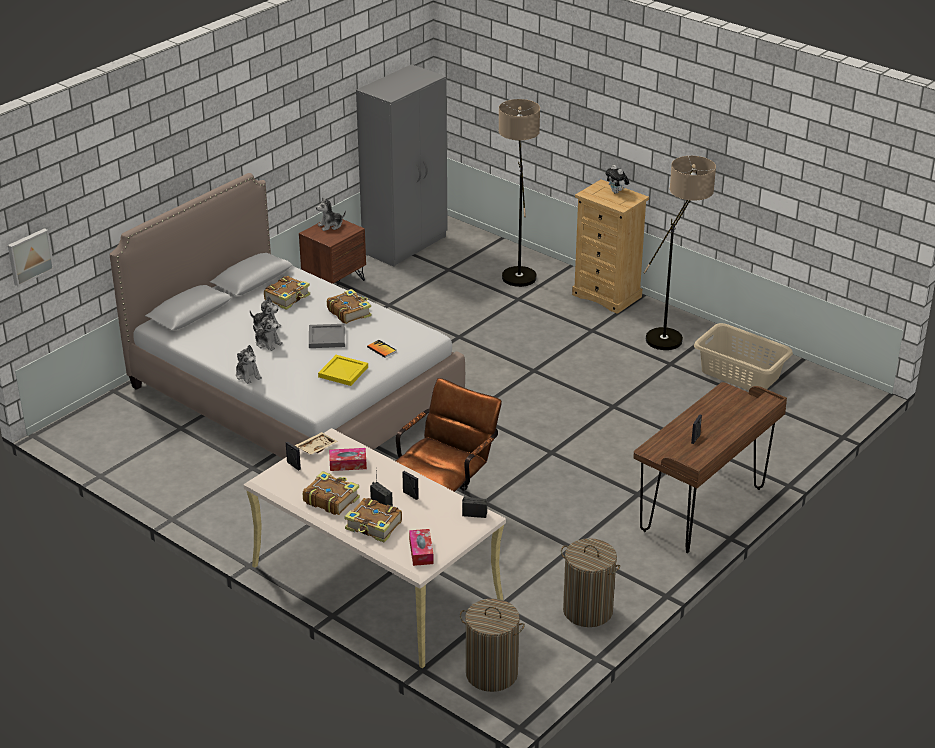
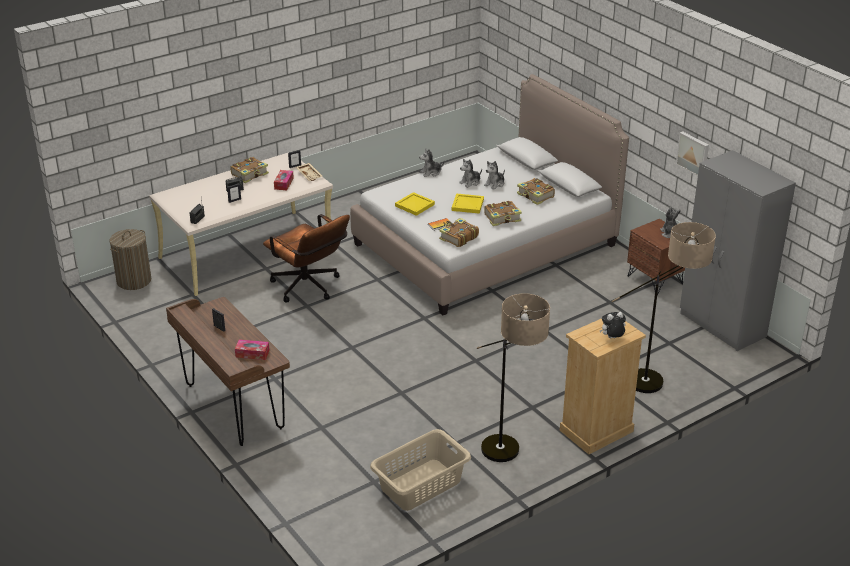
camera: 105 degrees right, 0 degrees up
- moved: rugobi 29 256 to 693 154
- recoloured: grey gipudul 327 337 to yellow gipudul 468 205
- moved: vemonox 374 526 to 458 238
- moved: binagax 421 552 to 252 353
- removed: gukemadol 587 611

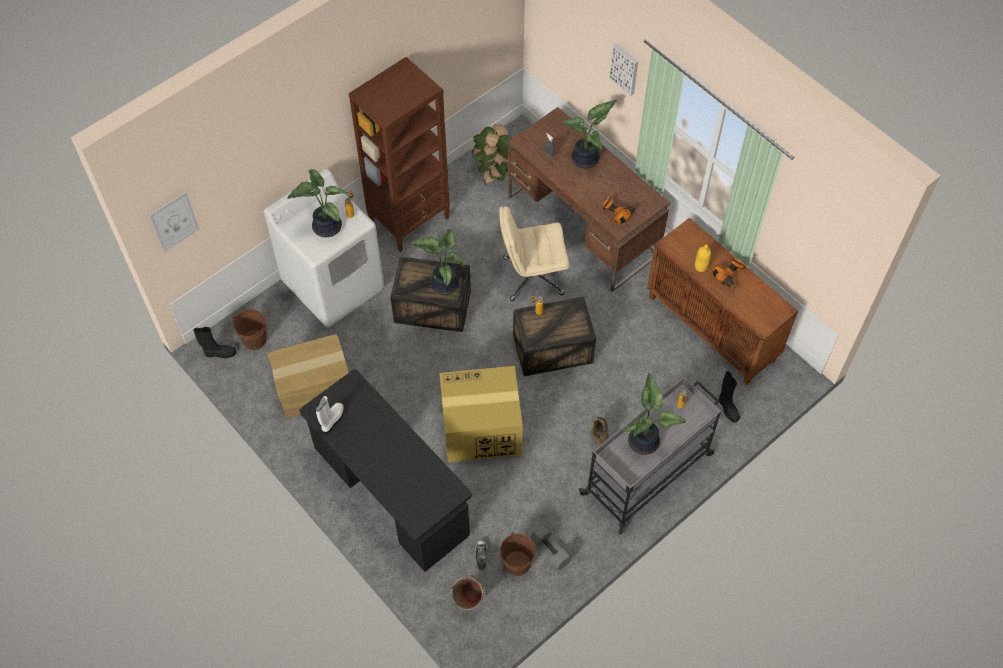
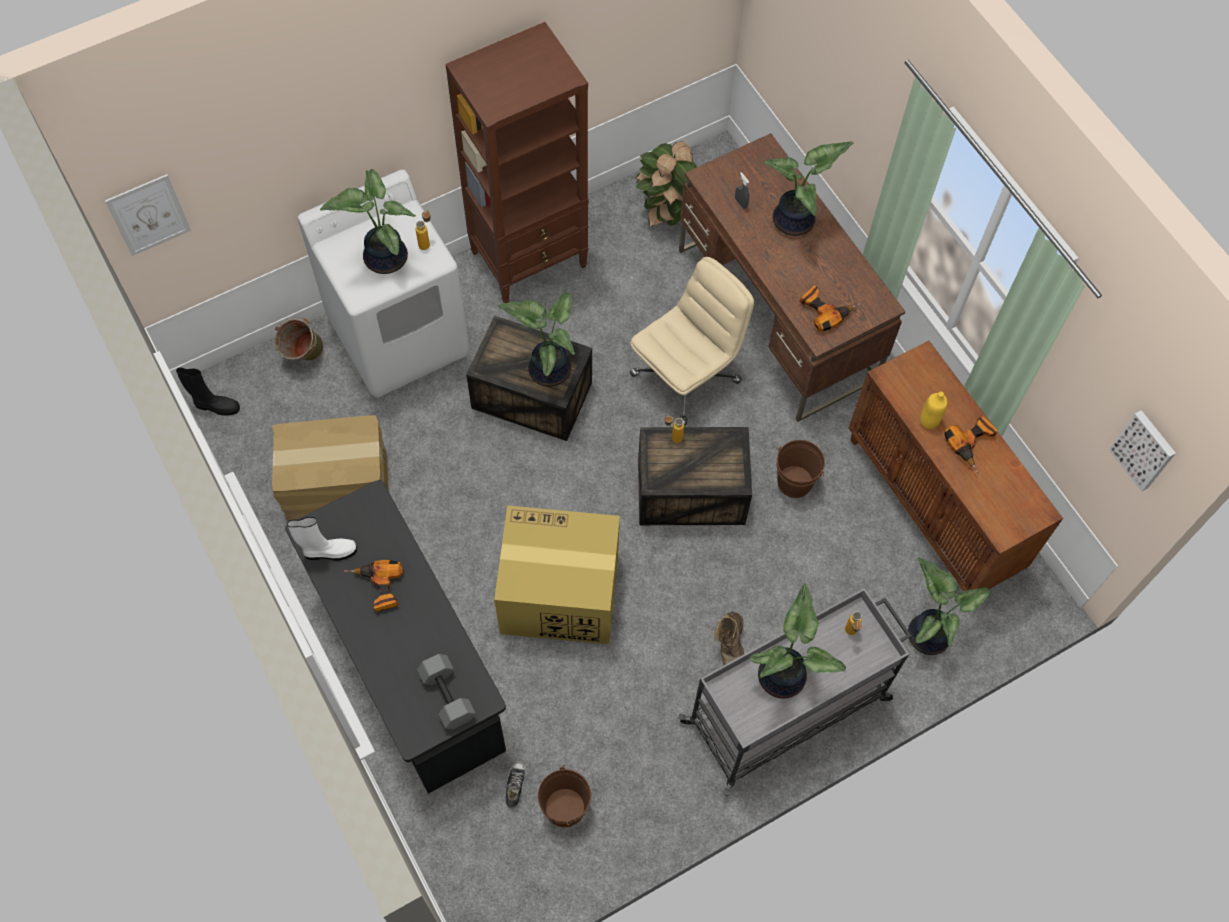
camera: 10 degrees right, 5 degrees up
- moved: rugobi 625 68 to 1144 449
- turned: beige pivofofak 532 276 = 686 376 135 degrees clockwise
- moved: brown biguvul 254 339 to 794 482
- replaced: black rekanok 727 408 to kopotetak 928 633
- turned: white rekanok 332 420 = 329 552 45 degrees clockwise
- moved: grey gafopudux 551 550 to 448 696
- moved: green biguvul 469 601 to 303 357
- added: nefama 378 588

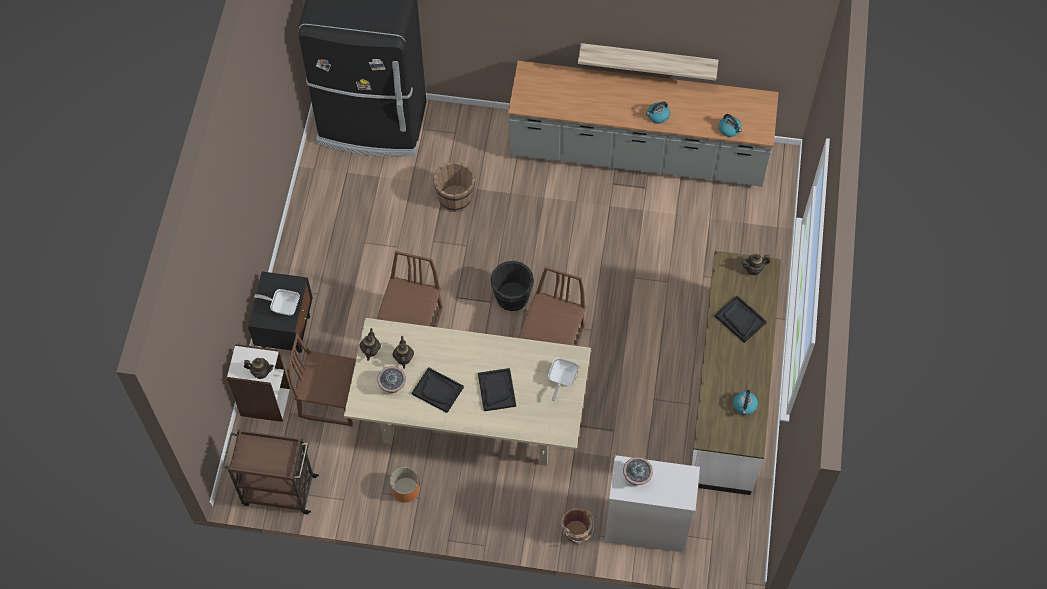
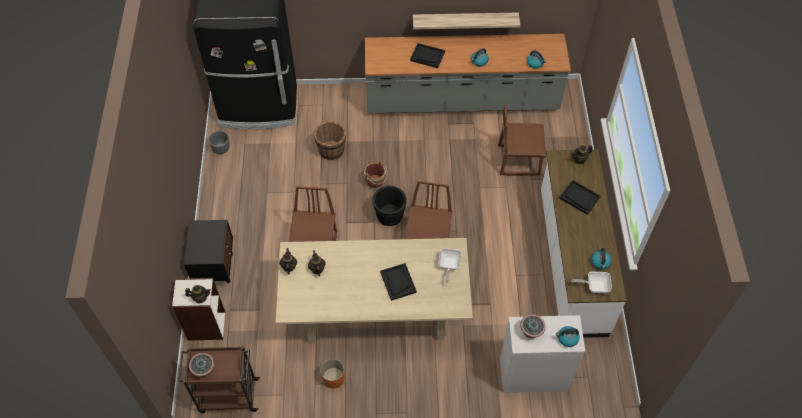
camera: 10 degrees left, 5 degrees down
- moved: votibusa 283 306 to 594 286
- moved: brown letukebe 331 398 to 518 160
- moved: kopotetak 392 386 to 204 370
- moved: black gipudul 438 390 to 427 56
- moved: brown biguvul 577 532 to 376 182
- added: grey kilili 221 149
- added: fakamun 567 338

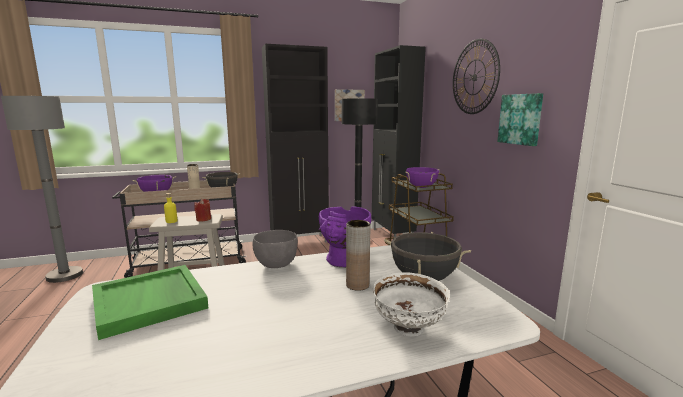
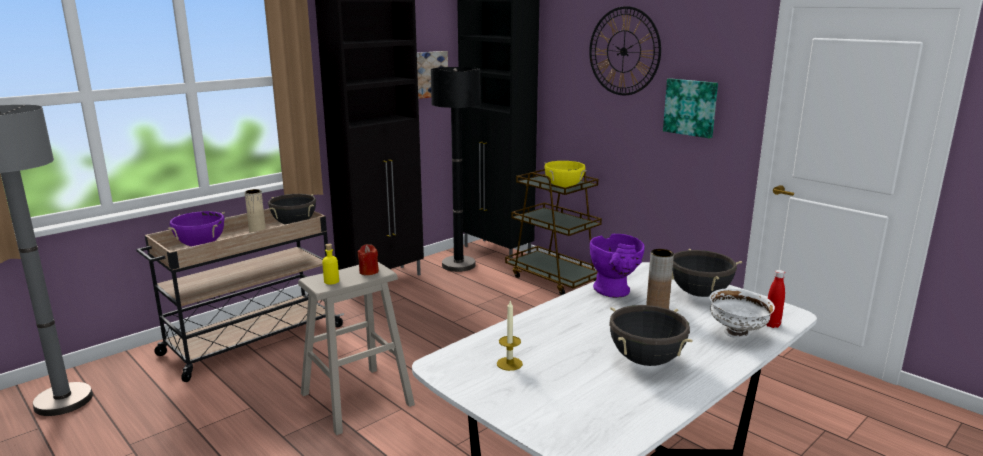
camera: 25 degrees left, 5 degrees up
- recoloured: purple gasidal 421 187 to yellow gasidal 564 187
- removed: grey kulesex 276 265
- replaced: green gipudul 150 302 to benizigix 509 363
- added: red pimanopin 772 325
- added: black gasidal 646 360

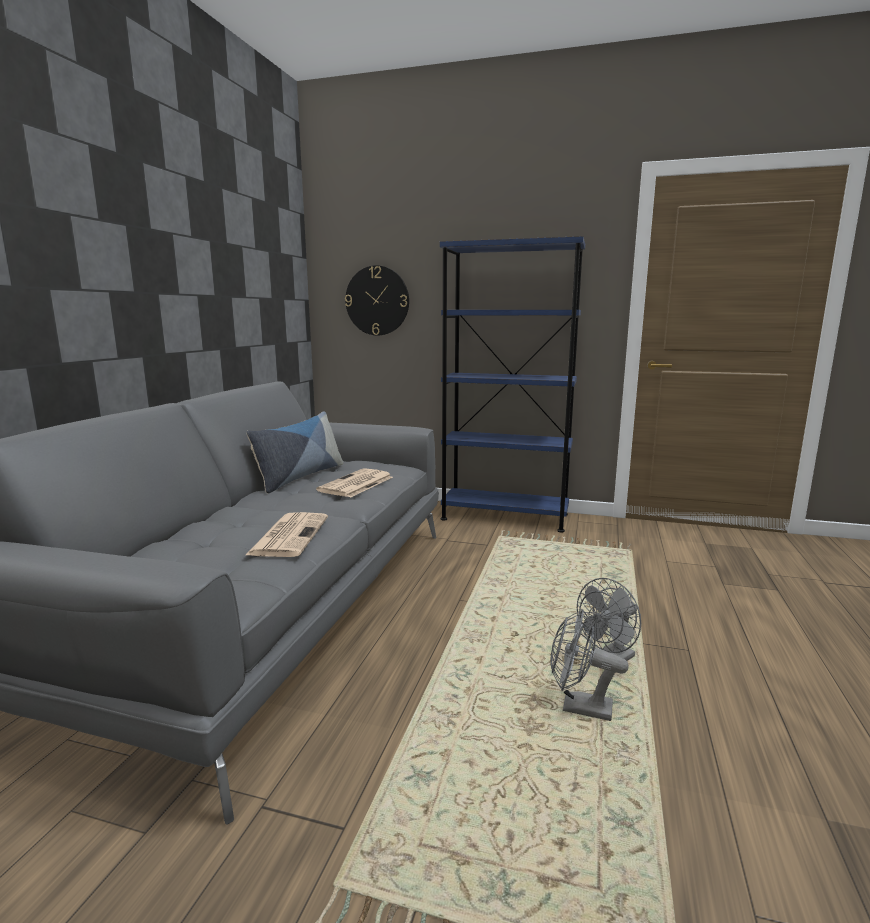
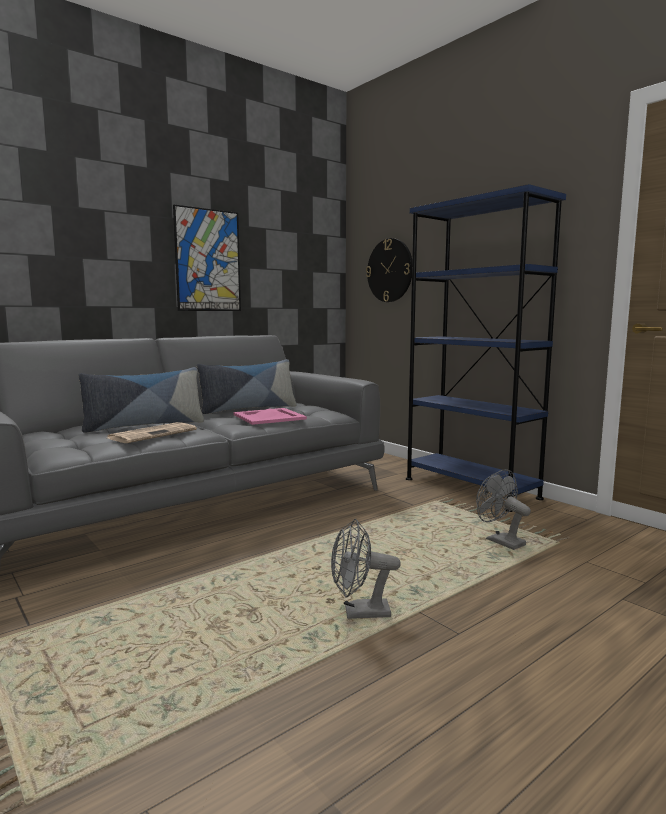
camera: 35 degrees right, 5 degrees down
- replaced: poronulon 356 484 to pink gipudul 269 417
- moved: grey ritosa 578 707 to 500 541
- added: rugobi 208 260
- added: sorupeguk 144 425

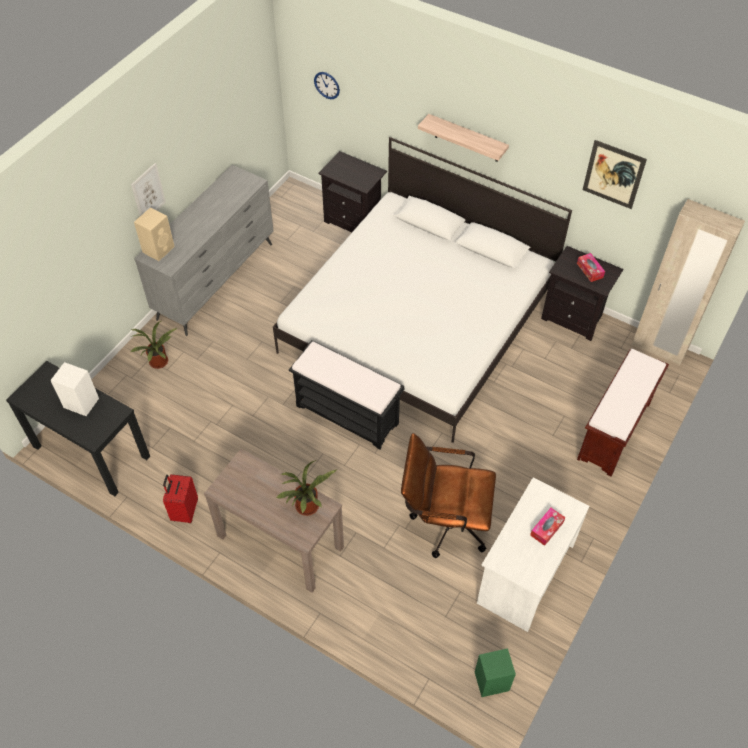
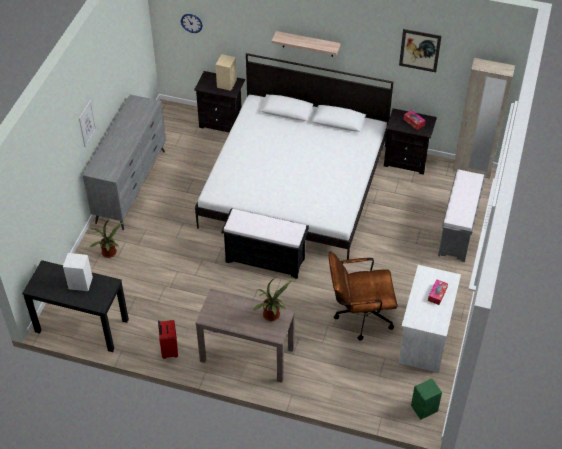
camera: 15 degrees left, 5 degrees down
- moved: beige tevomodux 159 249 to 227 83
- recoloured: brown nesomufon 614 432 to grey nesomufon 458 232

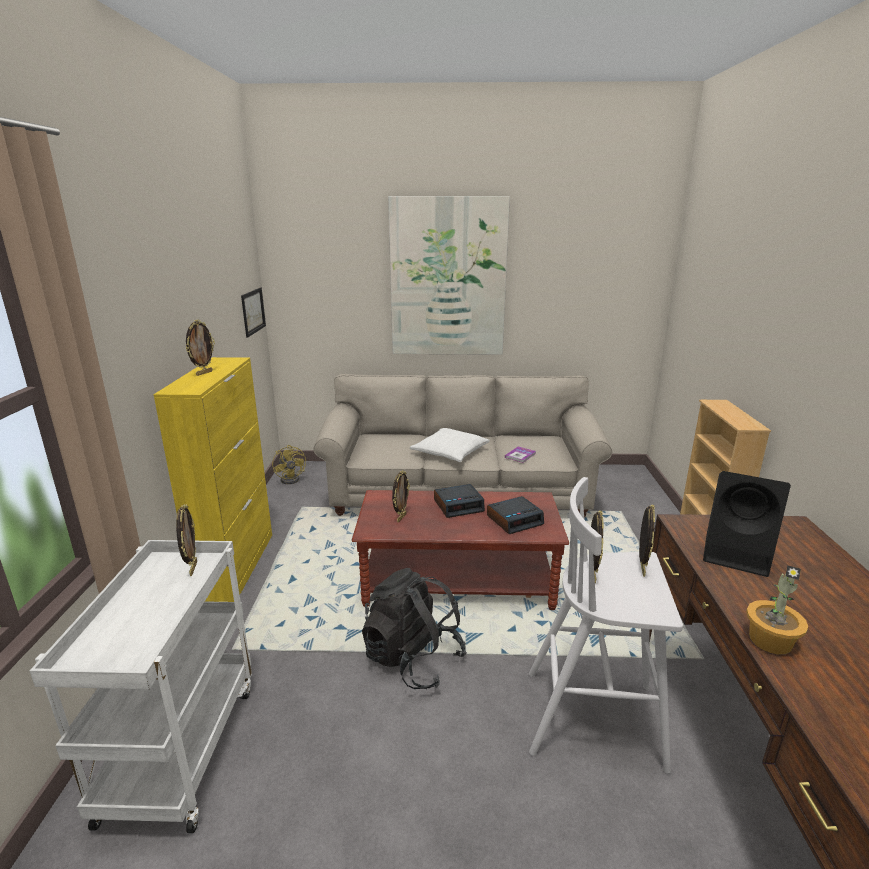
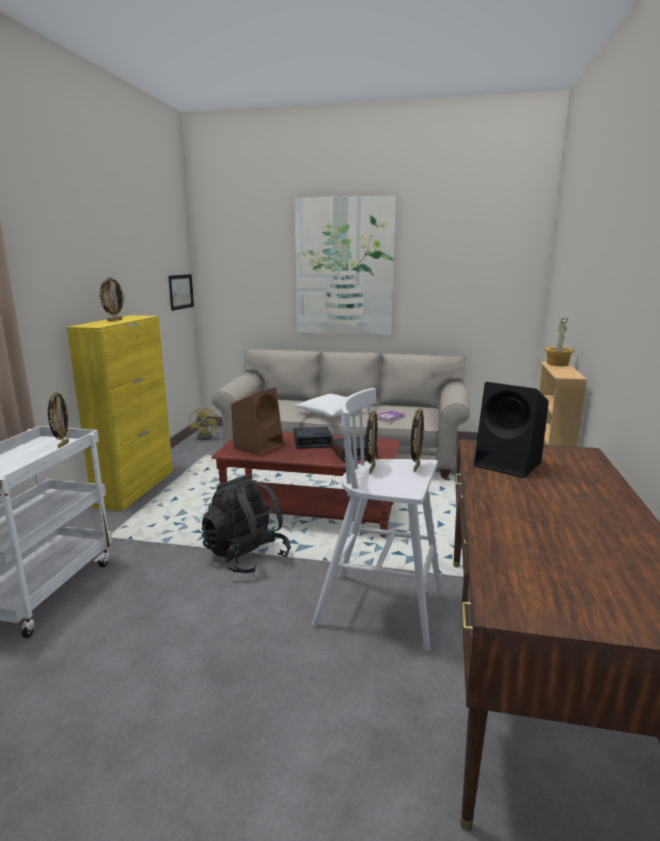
camera: 10 degrees right, 5 degrees down
- replaced: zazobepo 401 517 to brown tevomodux 259 446
- moved: kopotetak 770 640 to 557 364

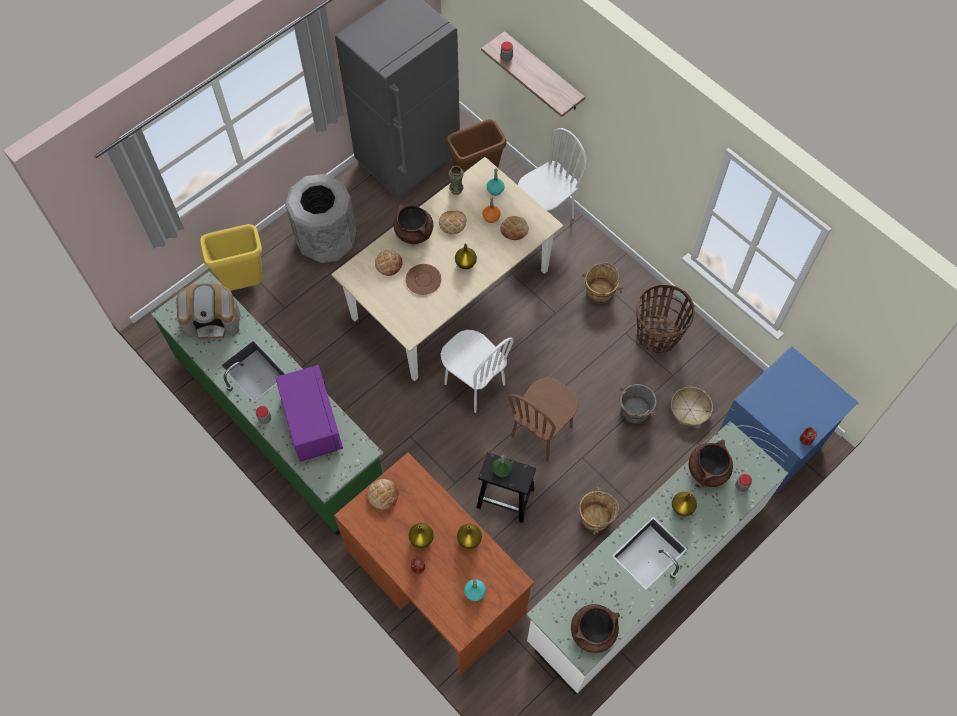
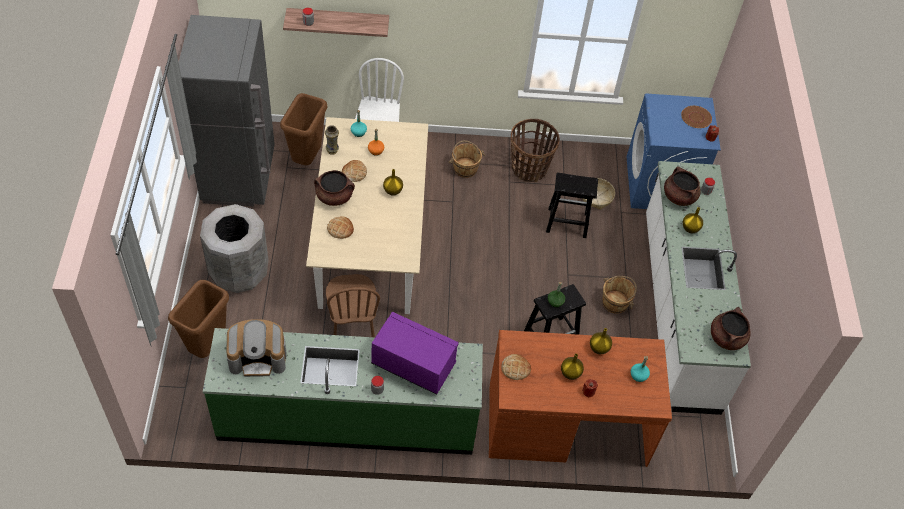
camera: 50 degrees left, 10 degrees down
- removed: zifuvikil 514 229
- recoloured: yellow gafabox 245 283 to brown gafabox 207 346
- moved: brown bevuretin 423 279 to 696 117
- turned: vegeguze 212 320 = 258 357 45 degrees clockwise
- removed: white letukebe 474 384
- moved: brown letukebe 542 432 to 352 330
- replaced: grey biguvul 634 411 to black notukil 566 223

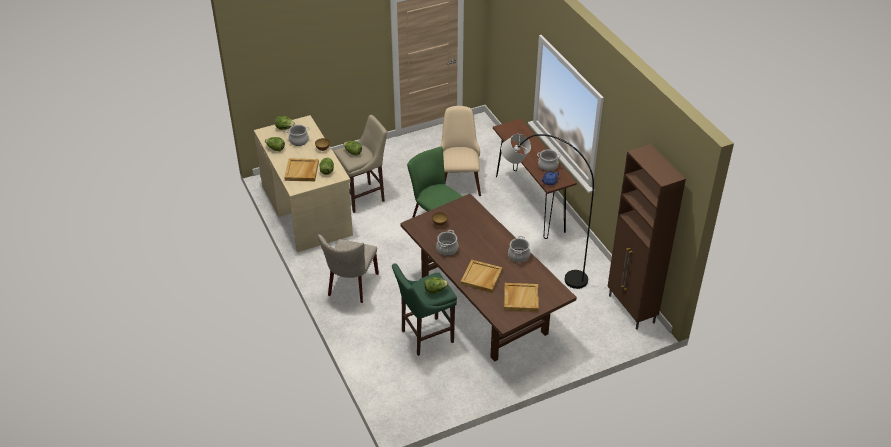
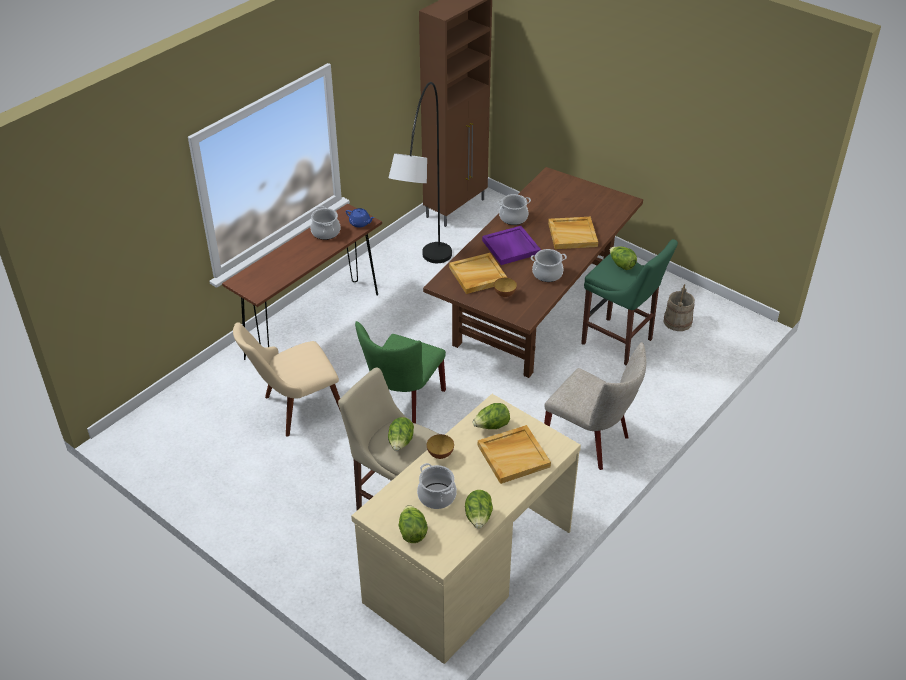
camera: 115 degrees left, 0 degrees up
- turned: beige letukebe 351 286 = 591 441 45 degrees clockwise
- moved: beige gipudul 520 298 to 478 275
- added: purple gipudul 511 247
- added: beige biguvul 677 322

